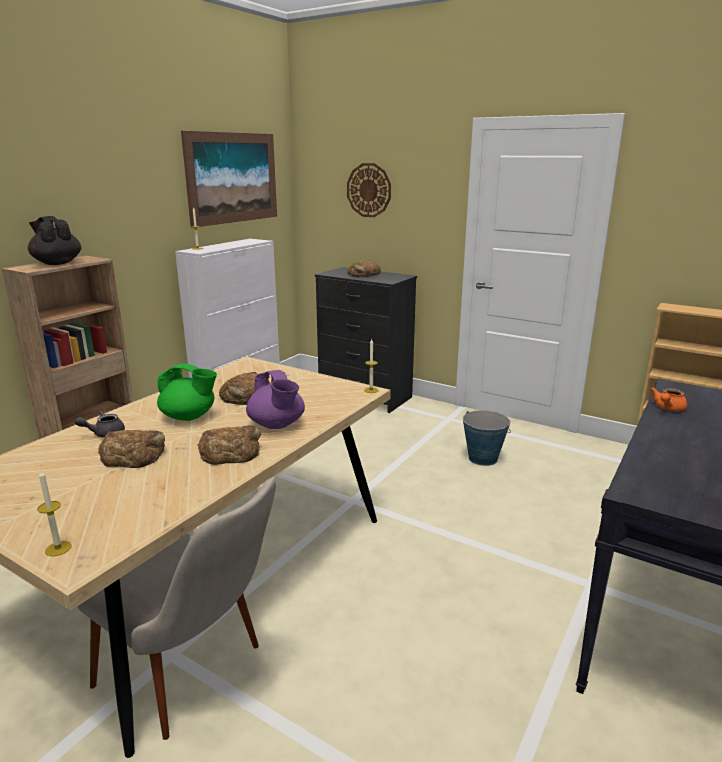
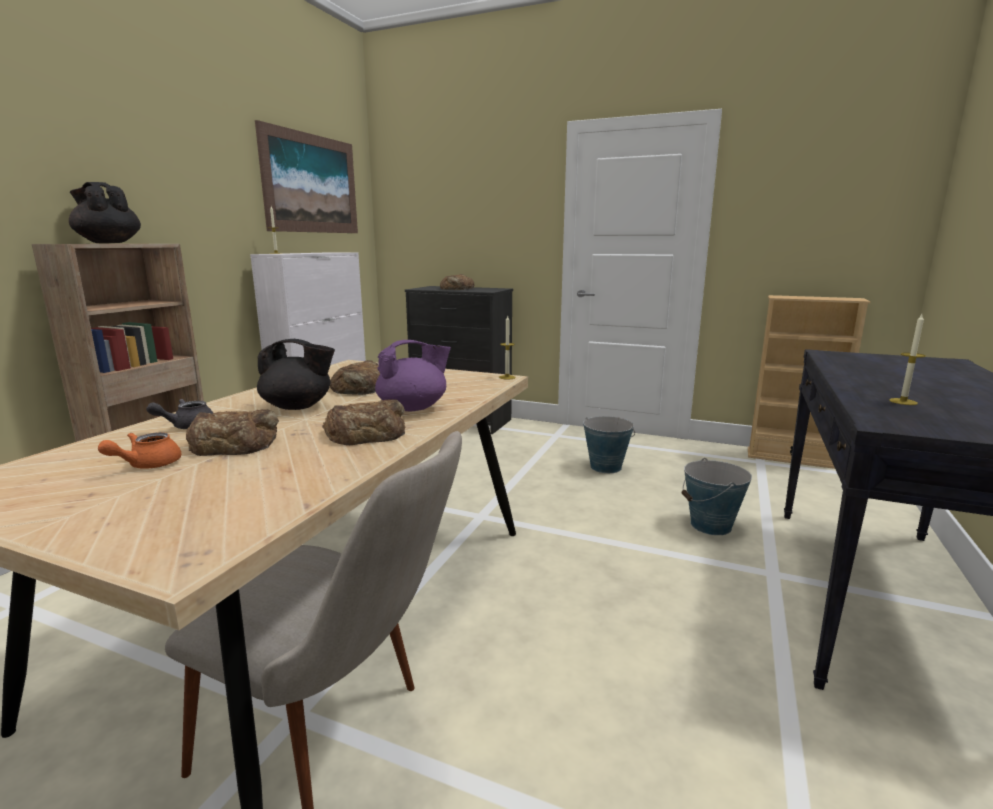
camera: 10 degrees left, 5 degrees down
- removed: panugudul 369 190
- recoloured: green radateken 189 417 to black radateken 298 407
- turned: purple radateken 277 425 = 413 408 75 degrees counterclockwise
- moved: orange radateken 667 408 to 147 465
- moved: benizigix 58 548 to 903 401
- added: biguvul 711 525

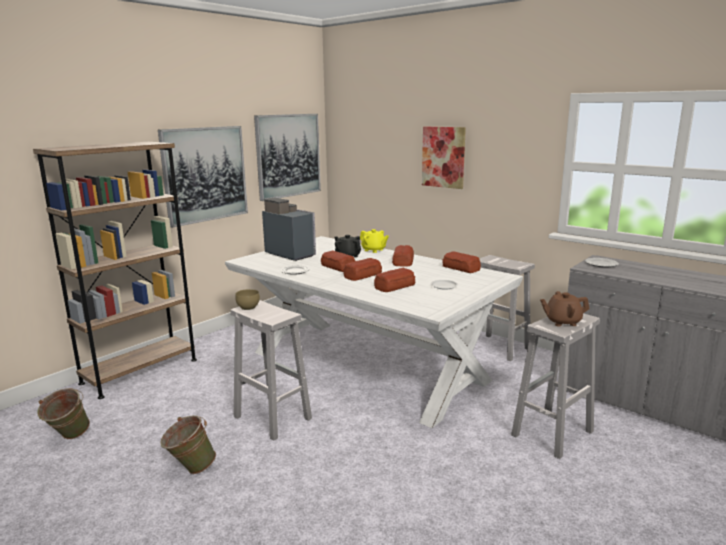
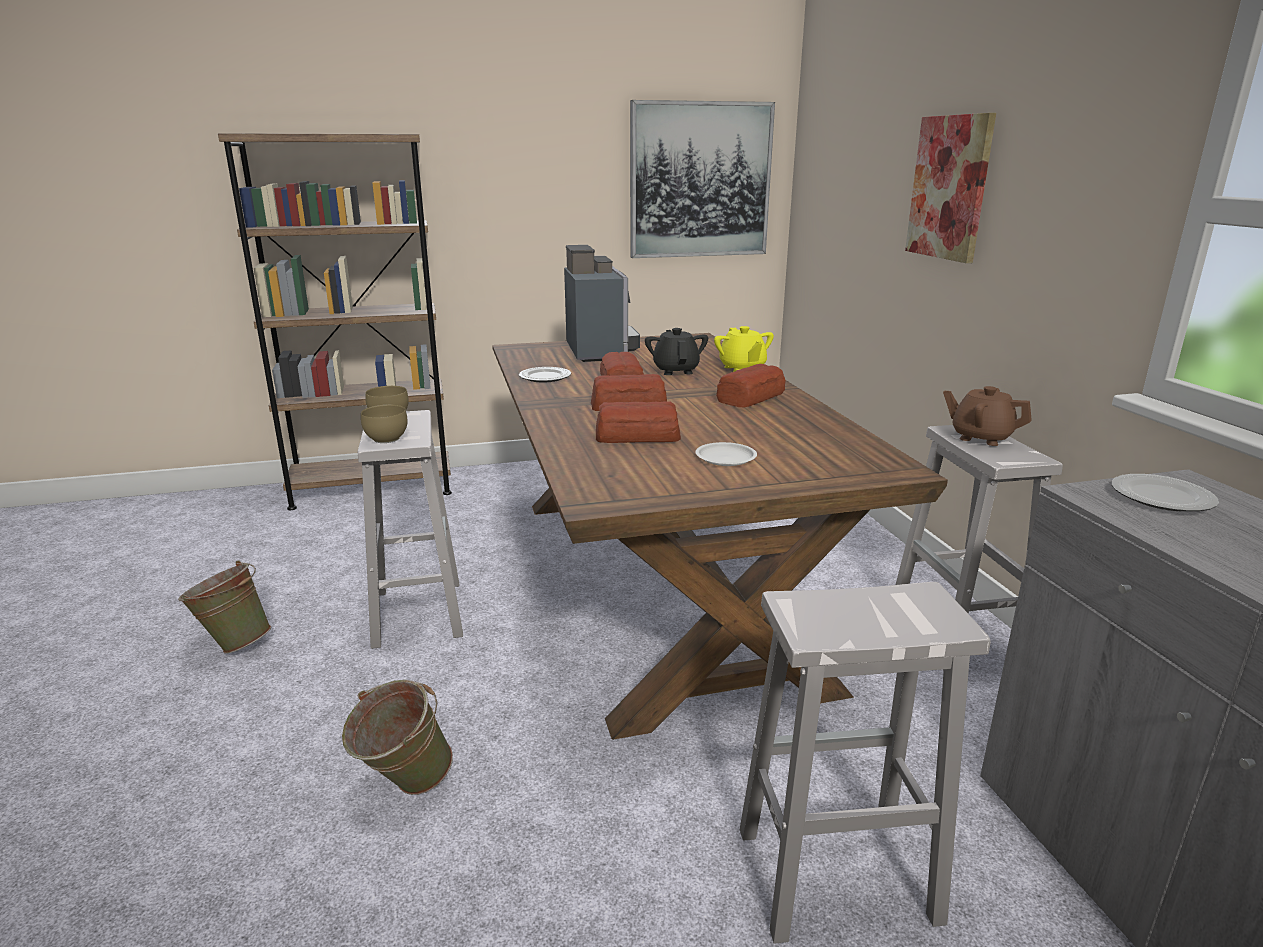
camera: 35 degrees right, 5 degrees up
- removed: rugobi 205 174
- recoloured: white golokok 365 365 to brown golokok 657 580
- removed: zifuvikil 461 268
- moved: brown radateken 562 322 to 980 437
- moved: green biguvul 68 438 to 403 787
- added: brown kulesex 386 439

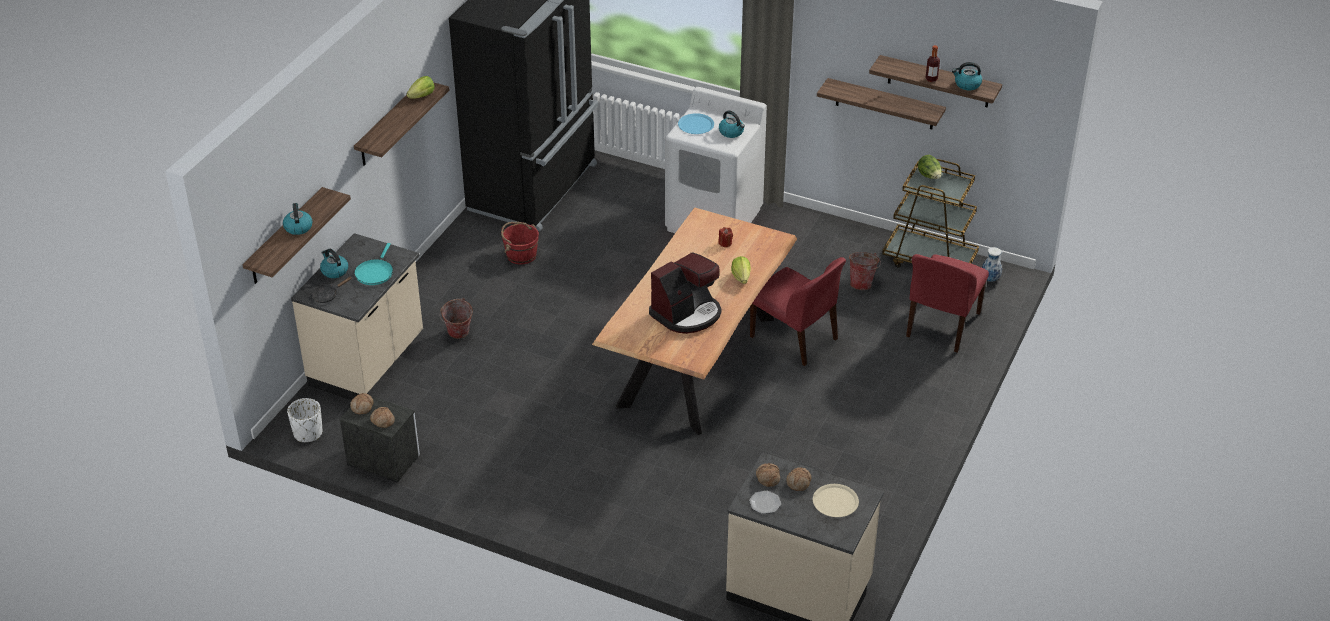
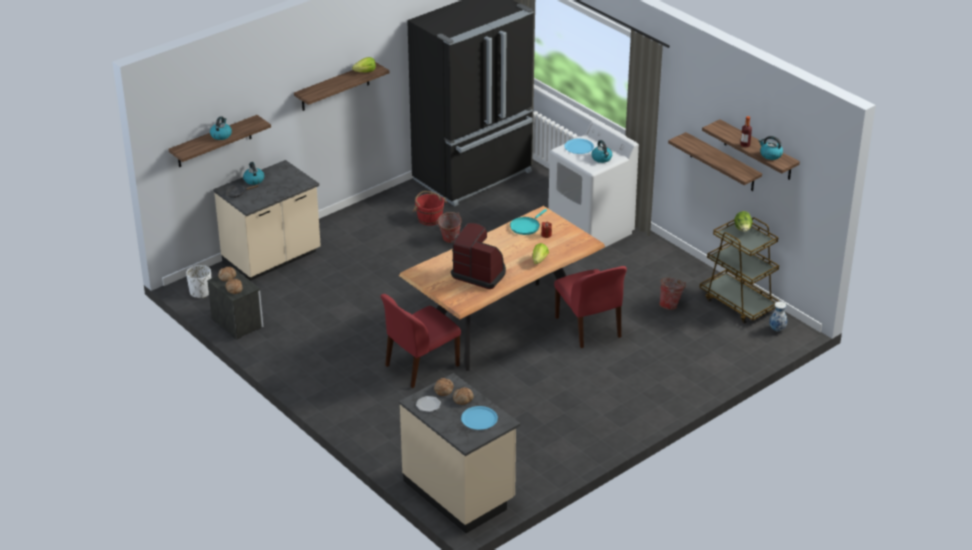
camera: 25 degrees right, 5 degrees down
- moved: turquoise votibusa 375 272 to 526 226
- turned: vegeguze 687 314 = 480 273 135 degrees counterclockwise
- moved: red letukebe 942 326 to 420 366
- moved: biguvul 458 335 to 449 240
- recoloured: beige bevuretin 835 501 to blue bevuretin 479 419

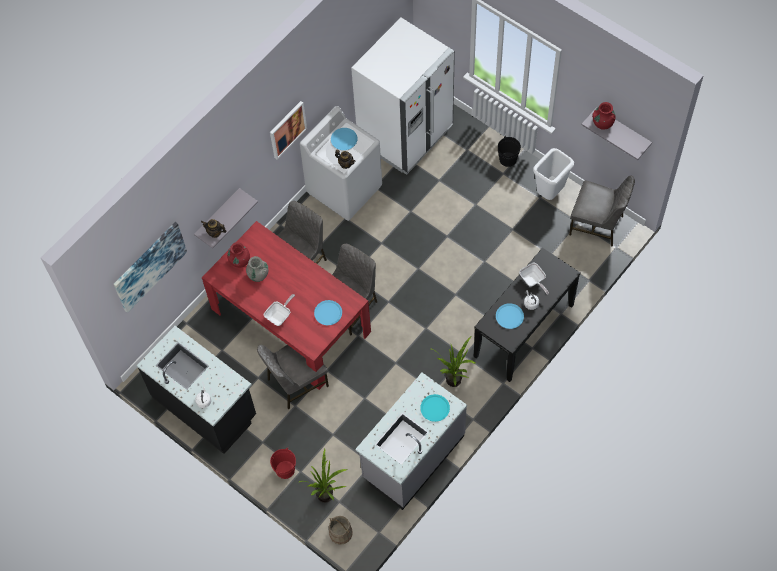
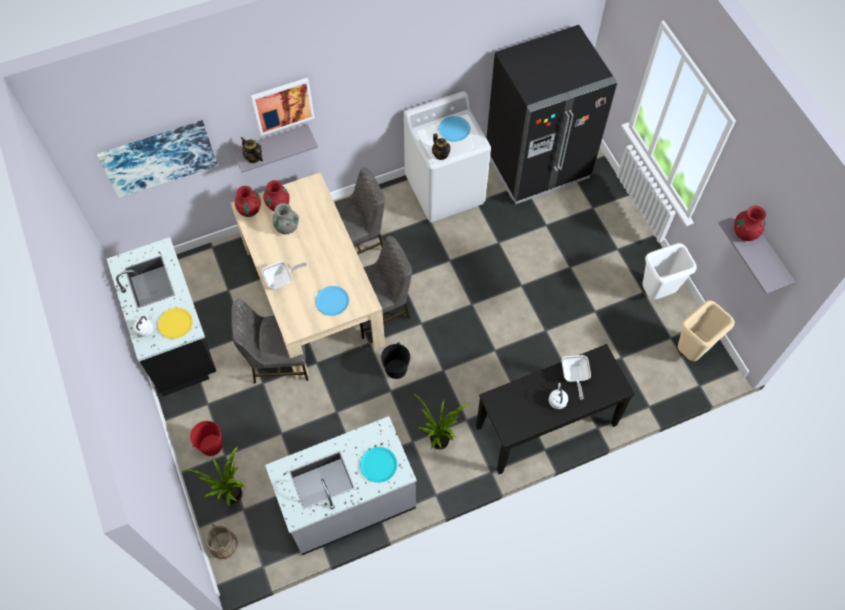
camera: 25 degrees right, 0 degrees up
- recoloured: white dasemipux 405 135 to black dasemipux 537 165
- moved: rugobi 287 129 to 283 105
- moved: black biguvul 508 159 to 396 369
- replaced: grey letukebe 597 225 to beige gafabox 691 351
- recoloured: red golokok 291 320 to beige golokok 313 294
- removed: blue bevuretin 509 316
- added: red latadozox 249 210
- added: yellow bevuretin 175 323

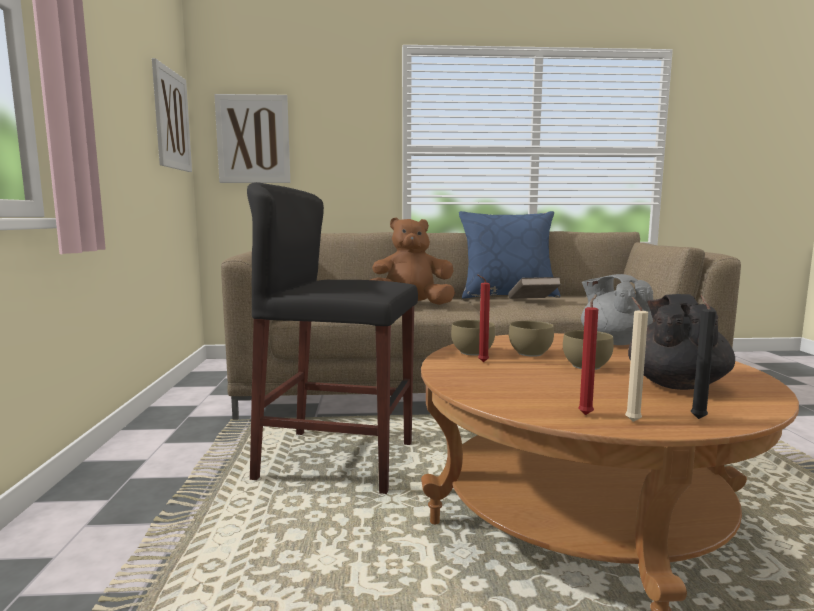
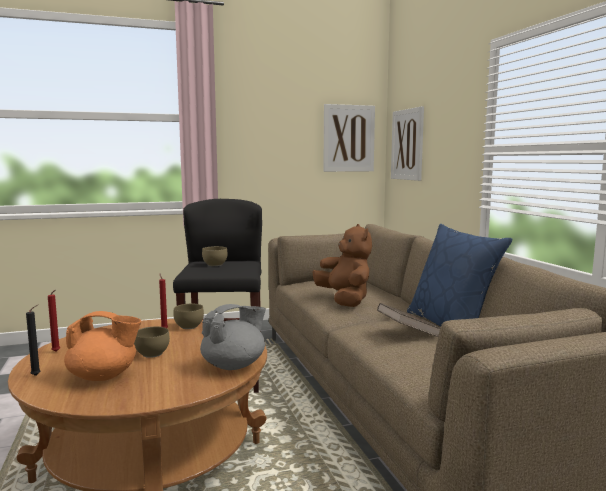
camera: 75 degrees right, 0 degrees up
- recoloured: black radateken 676 384 to orange radateken 104 376
- removed: beige benizigix 631 420
- moved: brown kulesex 531 353 to 215 265

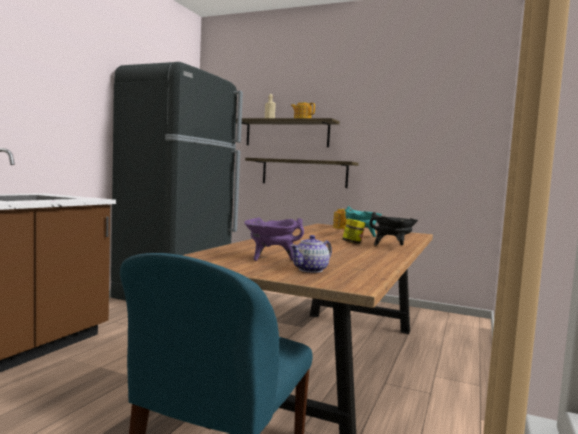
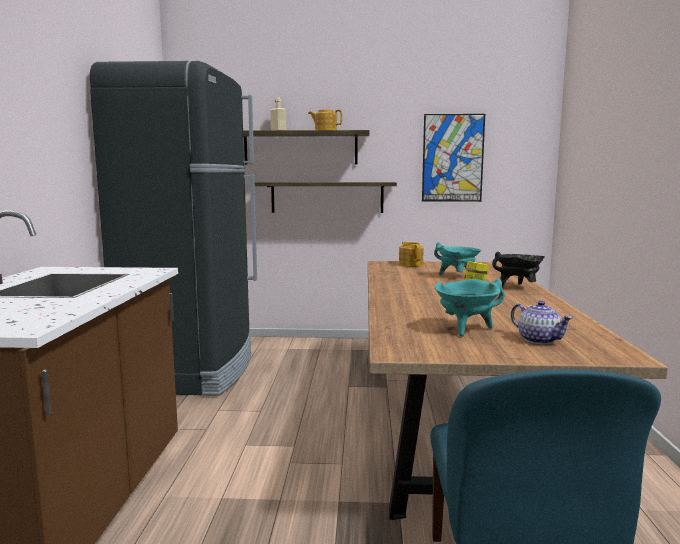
camera: 20 degrees left, 5 degrees up
- recoloured: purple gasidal 270 258 to turquoise gasidal 466 330
- turned: radateken 311 270 = 538 340 60 degrees counterclockwise
- added: rugobi 452 158

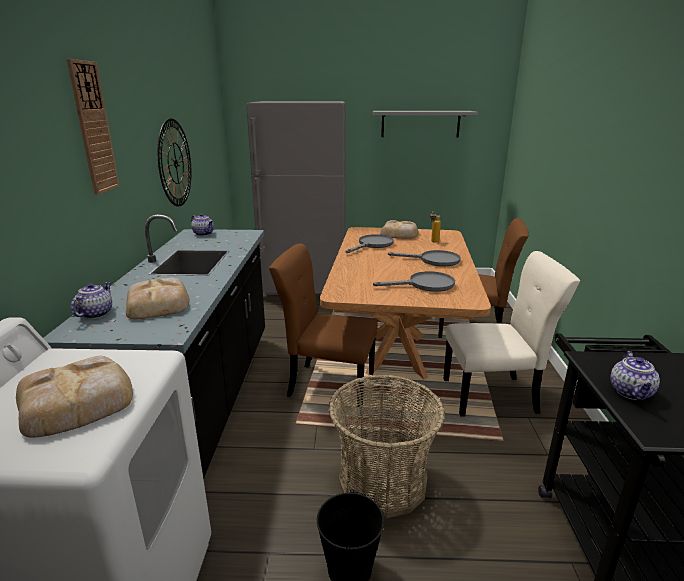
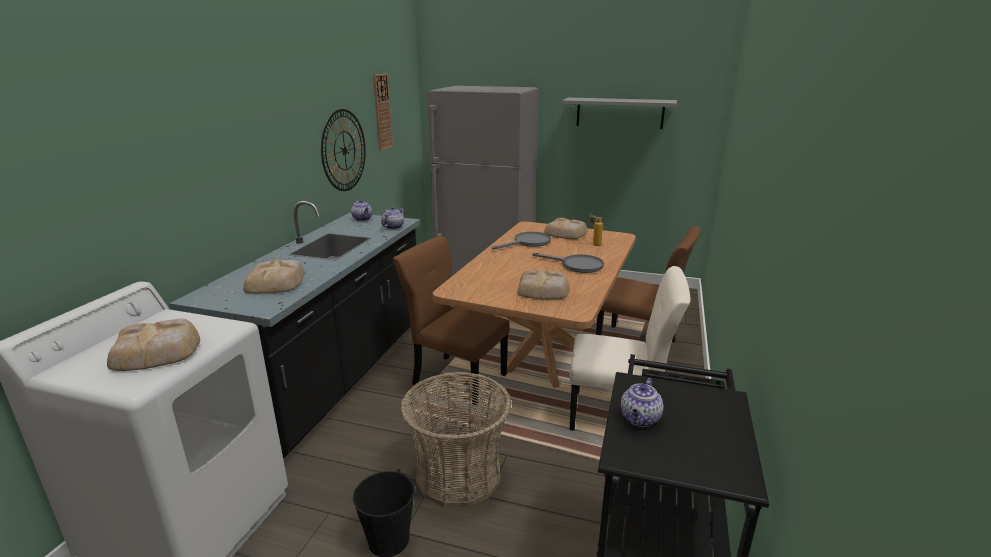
camera: 15 degrees right, 0 degrees up
- moved: panugudul 93 128 to 382 112
- replaced: grey votibusa 425 285 to zifuvikil 544 290
- moved: radateken 96 313 to 393 227

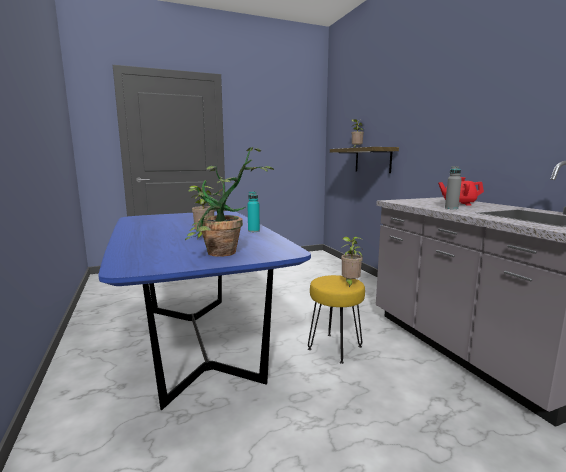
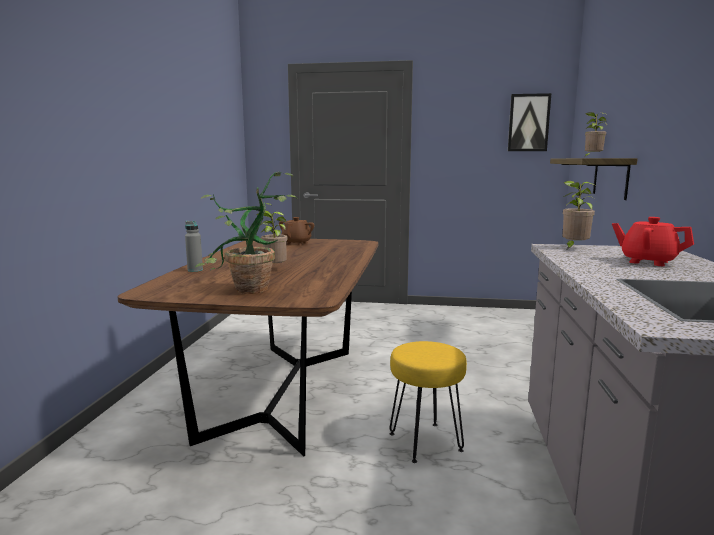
camera: 30 degrees right, 0 degrees up
- moved: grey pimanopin 451 208 to 195 270
- removed: turquoise pimanopin 253 231
- recoloured: blue golokok 200 341 to brown golokok 284 391
- moved: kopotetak 350 283 to 573 248
- added: rugobi 528 123
- added: brown radateken 297 243

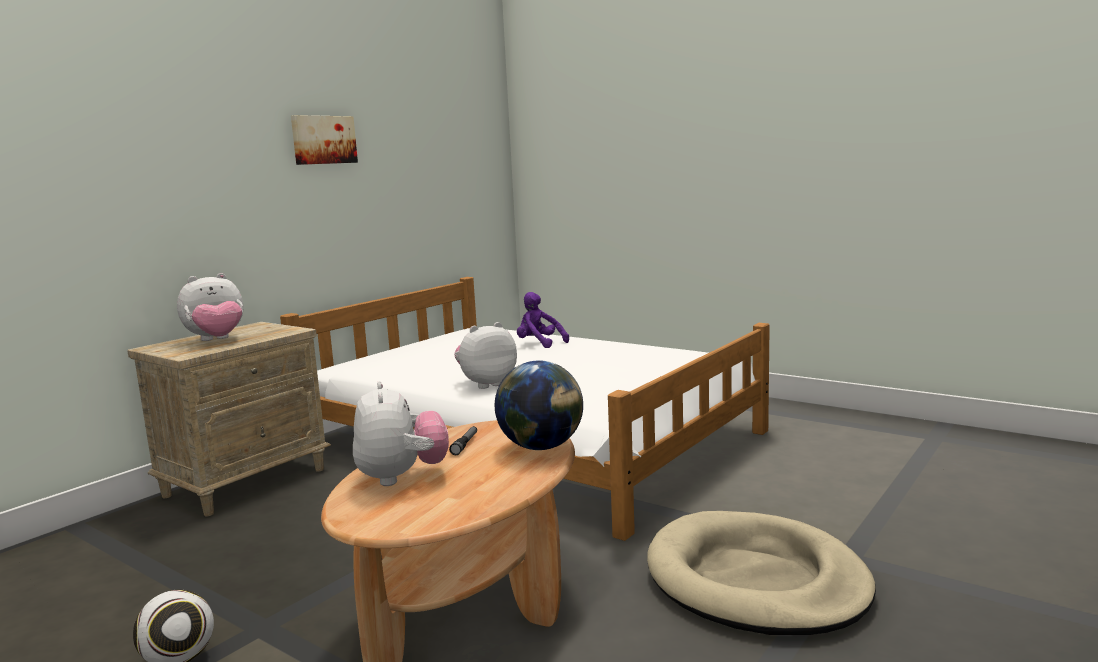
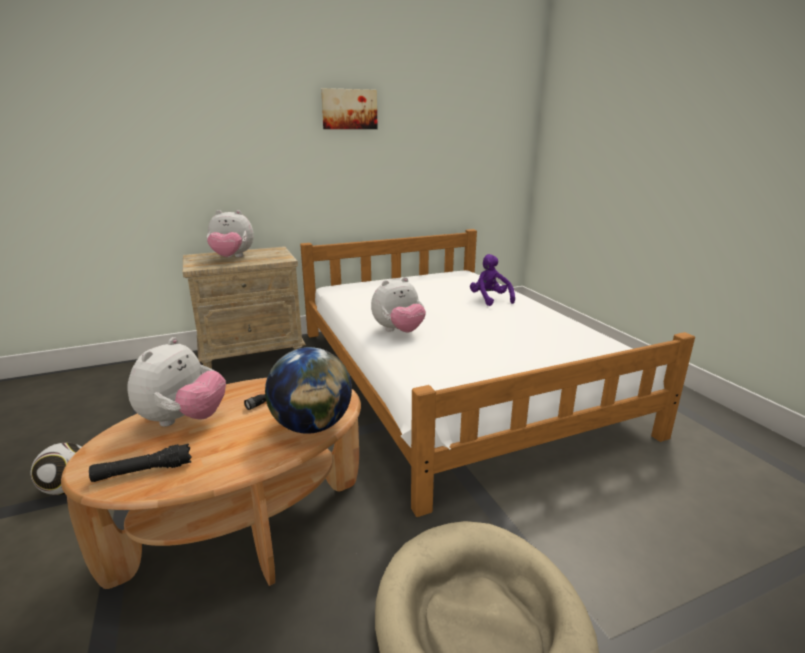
camera: 30 degrees right, 10 degrees up
- turned: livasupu 486 384 = 398 331 150 degrees clockwise
- added: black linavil 143 471

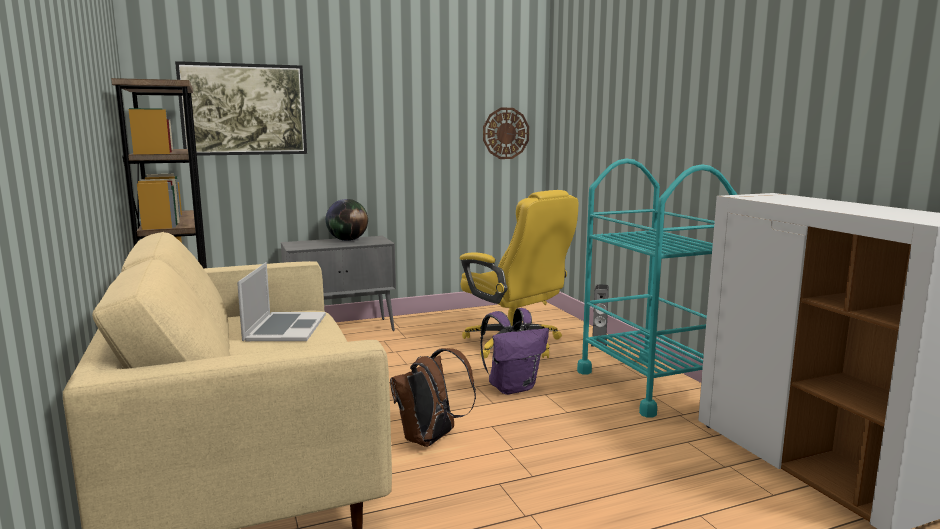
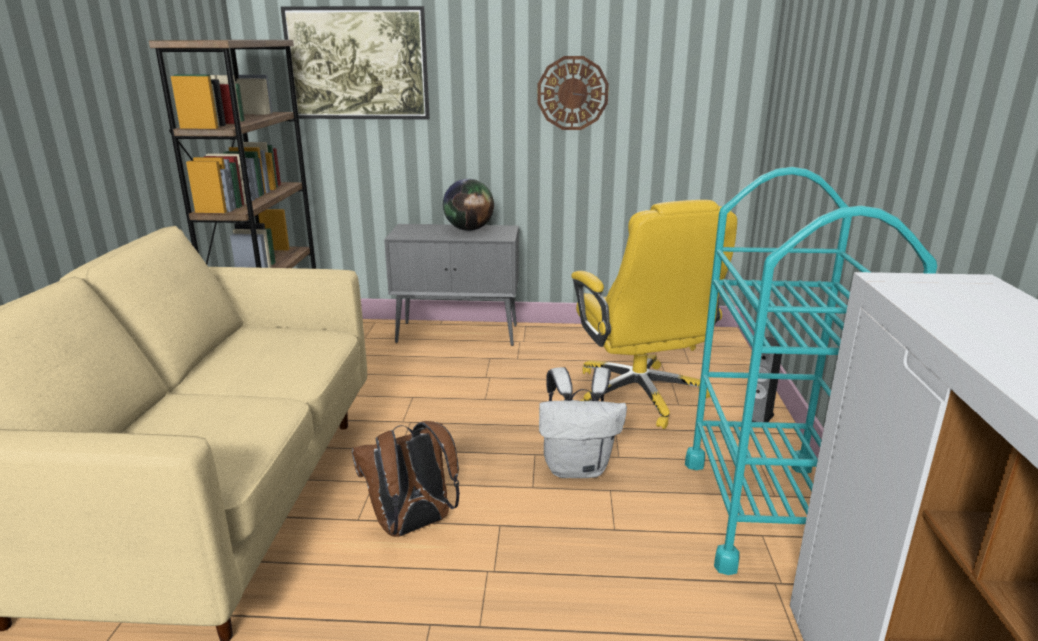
camera: 25 degrees right, 10 degrees up
- moved: panugudul 505 133 to 572 93
- removed: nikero 285 327
- recoloured: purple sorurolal 512 387 to white sorurolal 577 468

